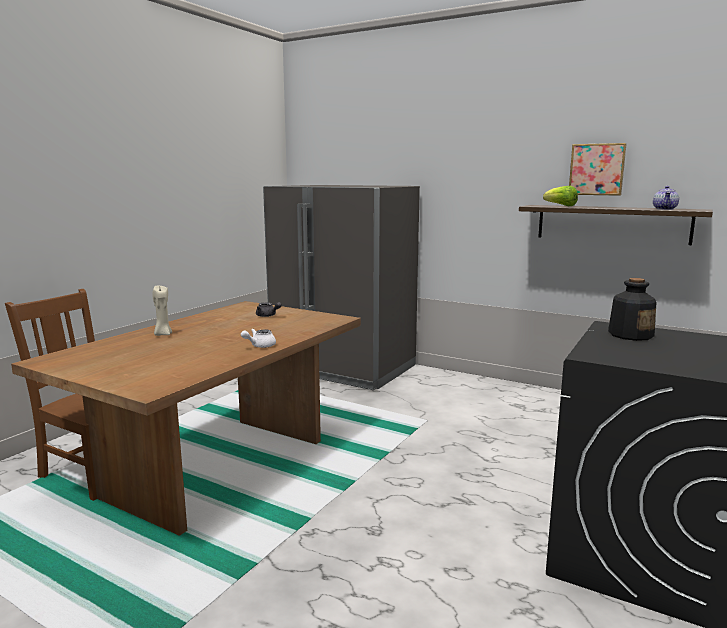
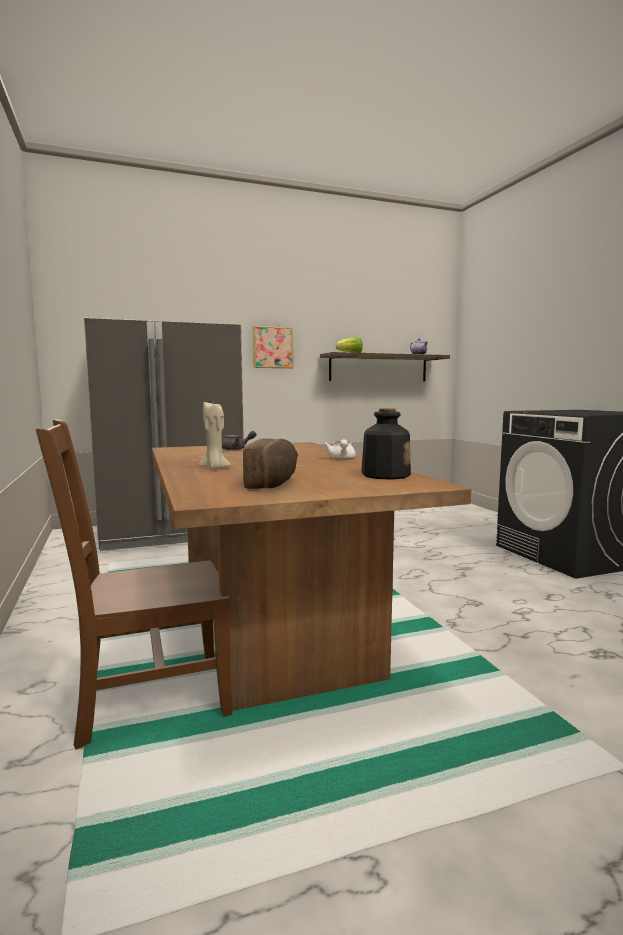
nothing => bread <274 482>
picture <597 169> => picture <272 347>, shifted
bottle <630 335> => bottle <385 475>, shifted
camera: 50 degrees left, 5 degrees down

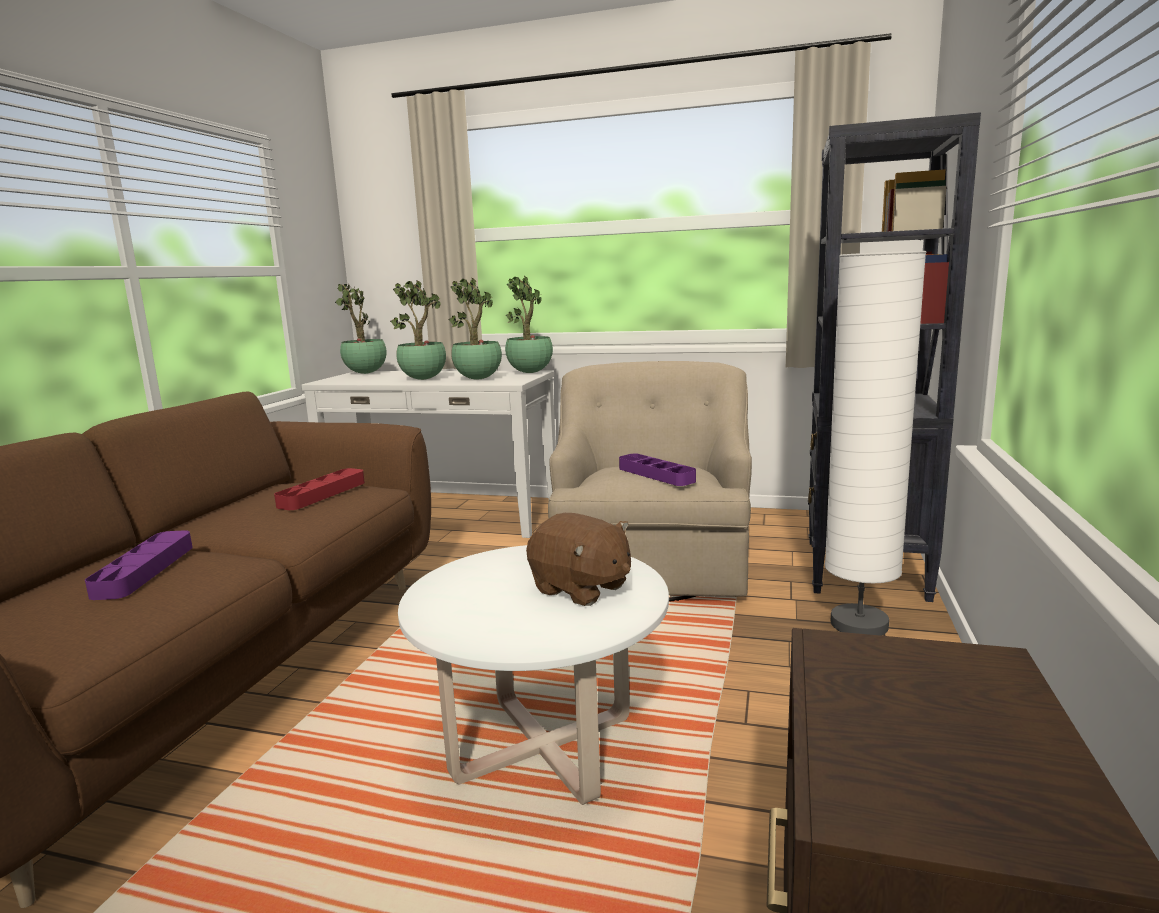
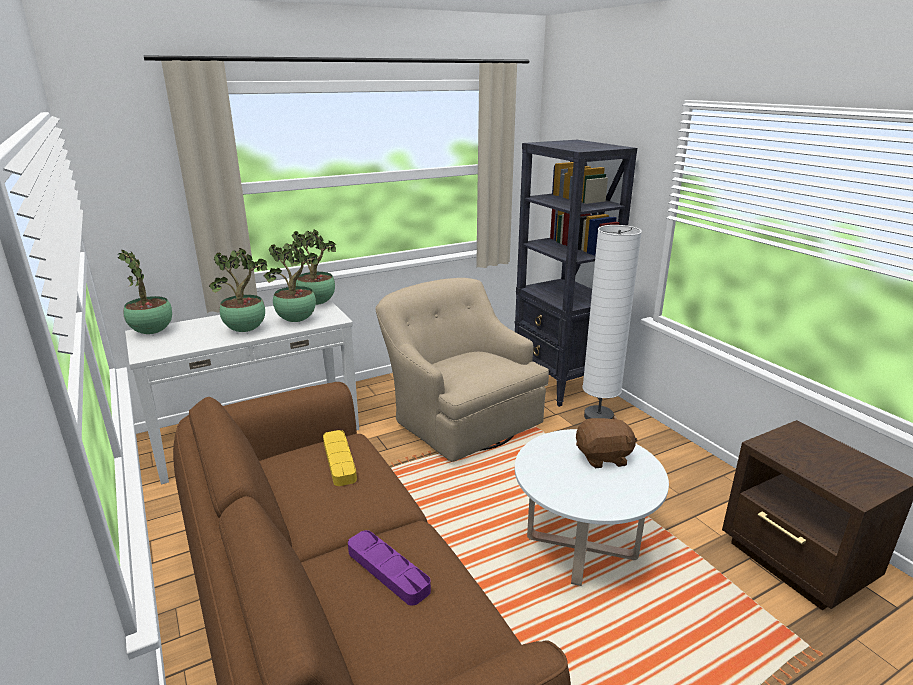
tray (purple) <656 474> => nothing
tray (red) <322 494> => tray (yellow) <339 461>
camera: 45 degrees left, 10 degrees up

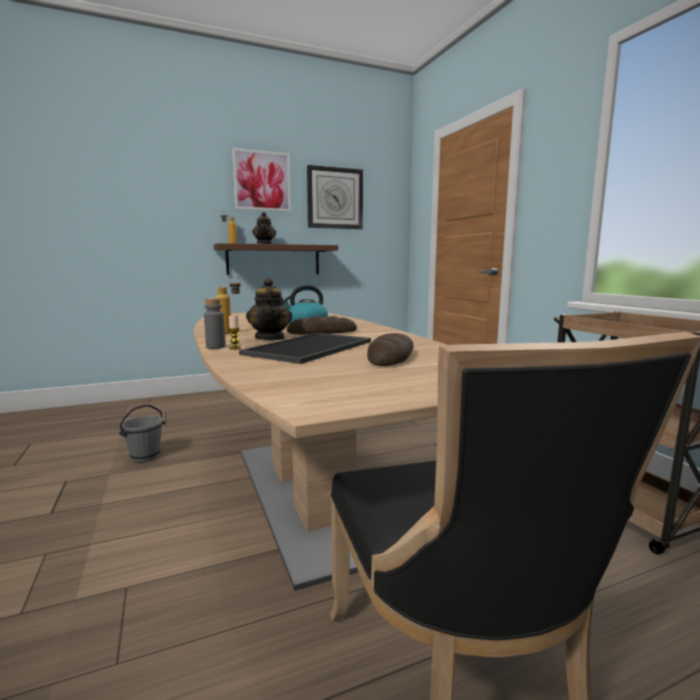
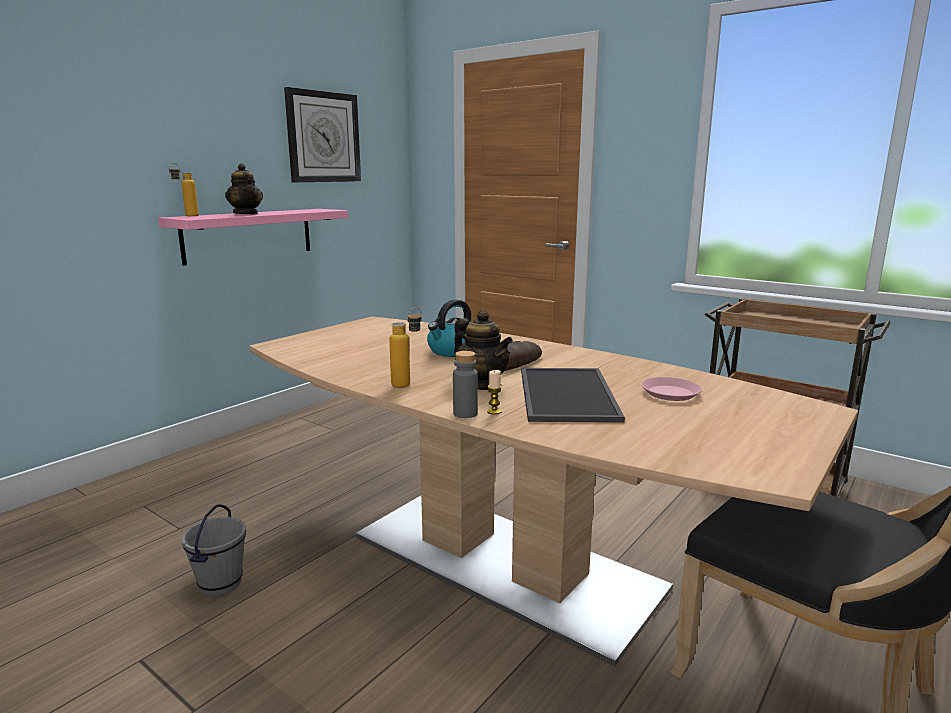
picture <262 181> => nothing
bread <390 356> => plate (pink) <670 393>
shelf (brown) <273 260> => shelf (pink) <249 235>
camera: 30 degrees left, 5 degrees up

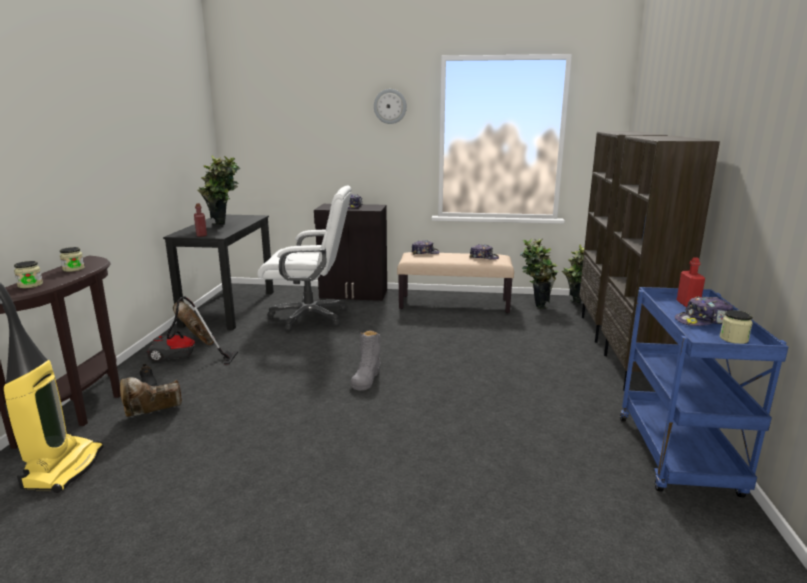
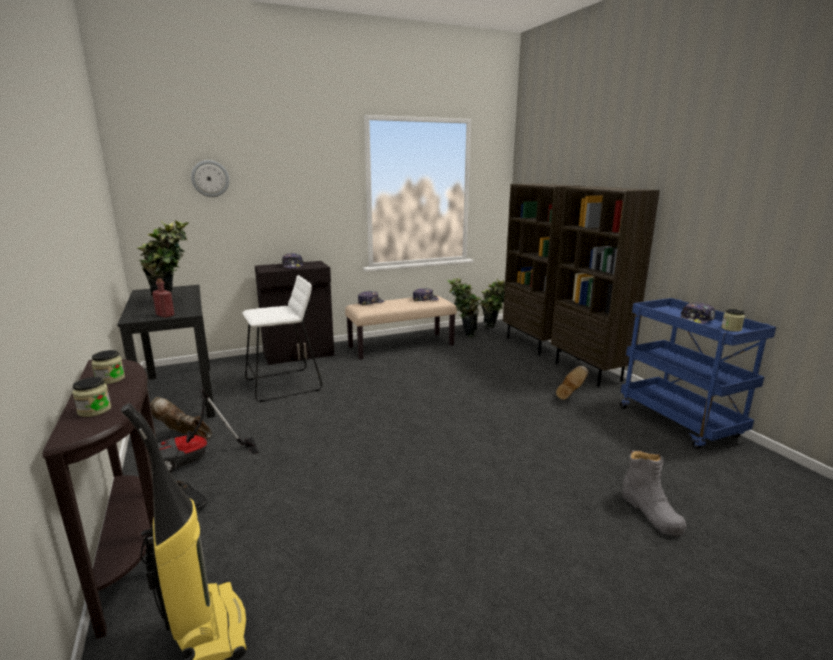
bottle (red) <687 304> => nothing
boot (brown) <152 415> => boot (brown) <570 396>, shifted
boot (grey) <366 377> => boot (grey) <651 512>, shifted
wall clock <390 106> => wall clock <210 178>, shifted
office chair (white) <310 317> => stool (white) <283 385>
camera: 30 degrees left, 0 degrees up

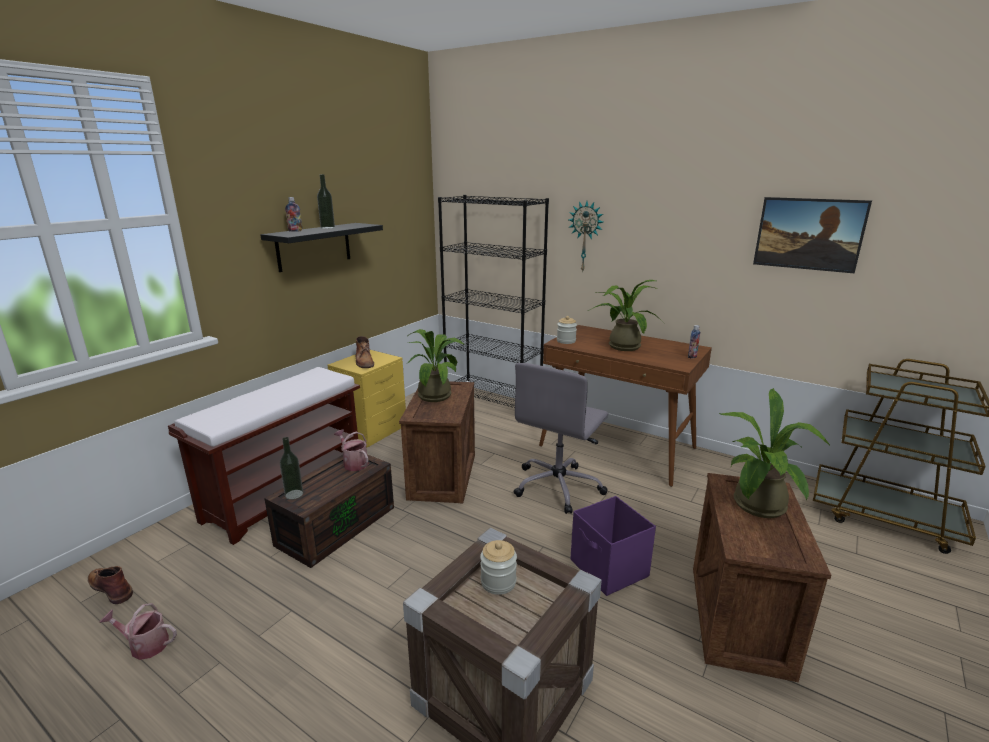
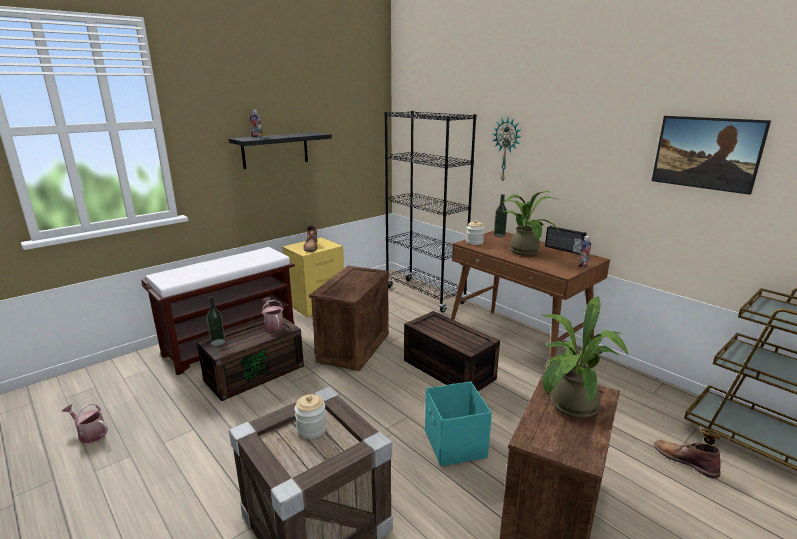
potted plant <437 394> => nothing
nothing => radio <563 249>
boot (brown) <111 587> => boot (brown) <684 460>, shifted
bottle <327 227> => bottle <499 235>, shifted
office chair (grey) <558 486> => storage box (brown) <446 369>
storage box (purple) <609 569> => storage box (turquoise) <455 445>
camera: 15 degrees right, 0 degrees up

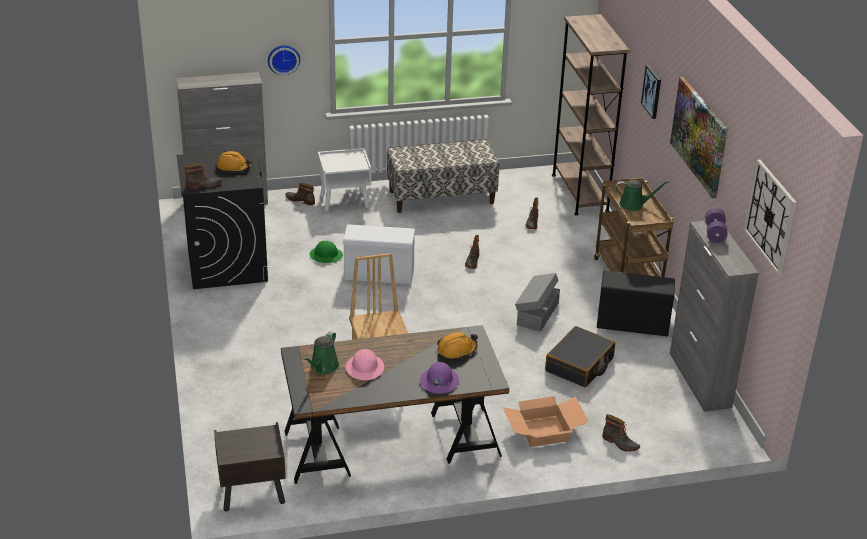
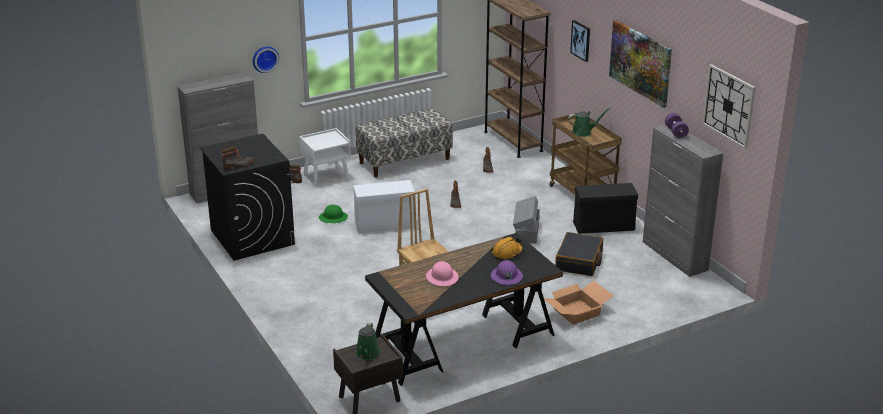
hard hat (orange) <233 167> => nothing
boot <620 443> => nothing
watering can (green) <323 367> => watering can (green) <367 354>, shifted
camera: 15 degrees left, 5 degrees down

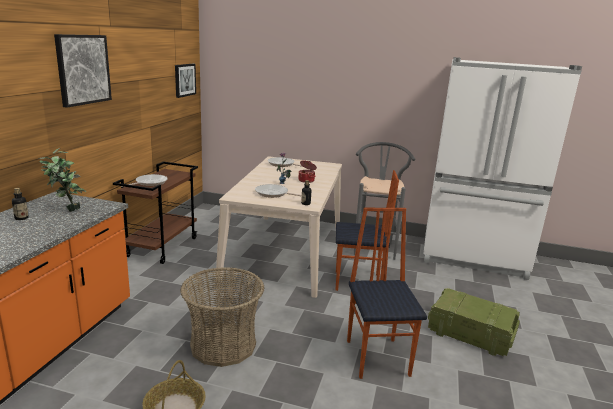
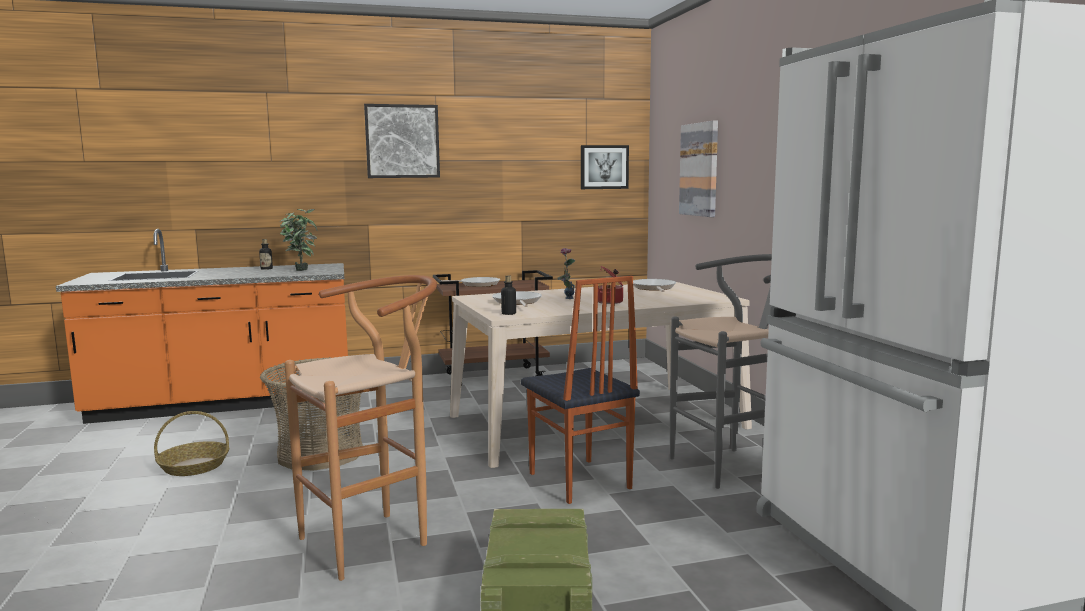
nothing => picture <700 169>
chair <378 357> => stool (brown) <376 539>
camera: 60 degrees right, 10 degrees down

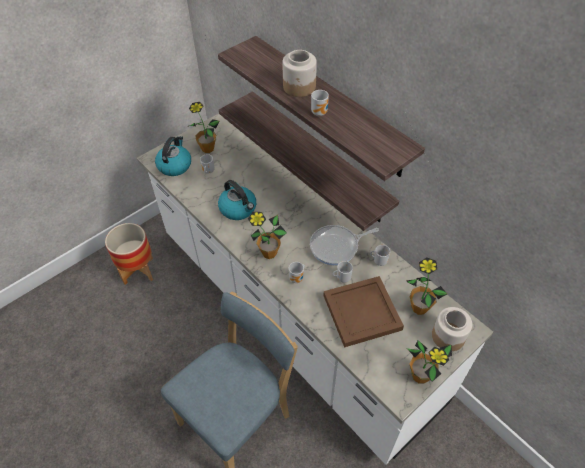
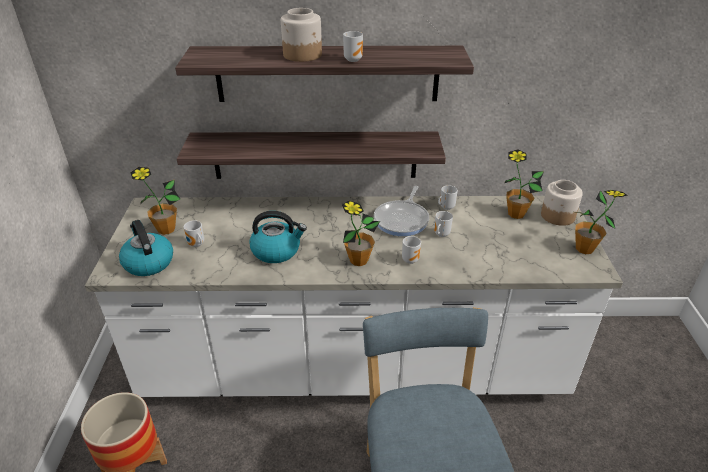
tray (brown) <360 312> => nothing
camera: 50 degrees left, 15 degrees down

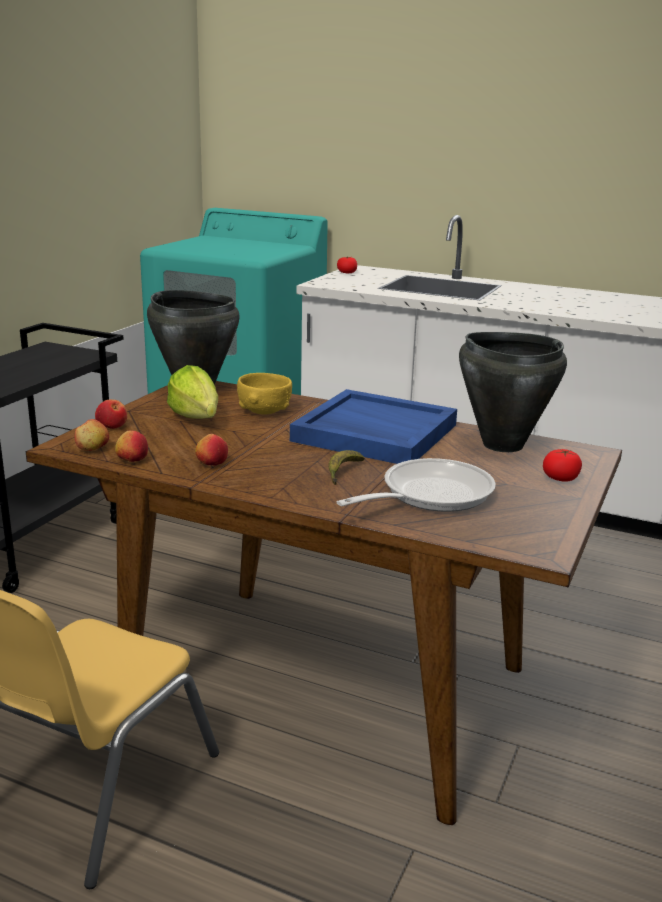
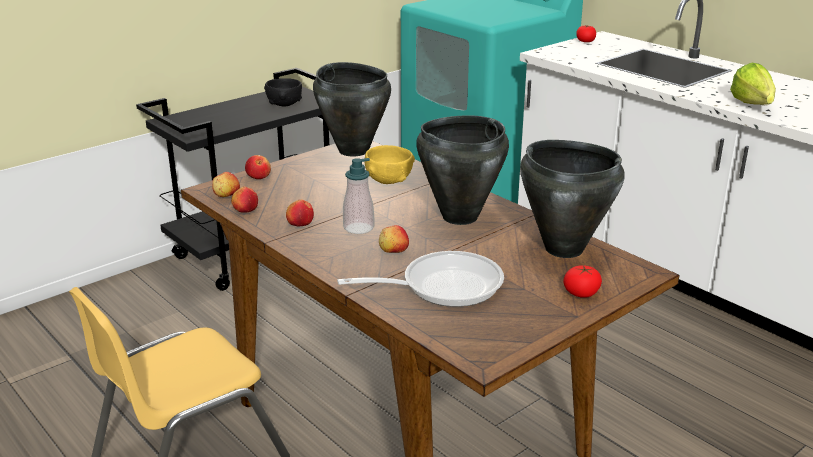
nothing => bowl (black) <284 104>
nothing => soap dispenser <358 228>
lettuce <197 421> => lettuce <753 107>, shifted
tray (blue) <373 433> => cooking pot (black) <459 217>
banana <342 472> => apple <393 251>
camera: 25 degrees right, 5 degrees up

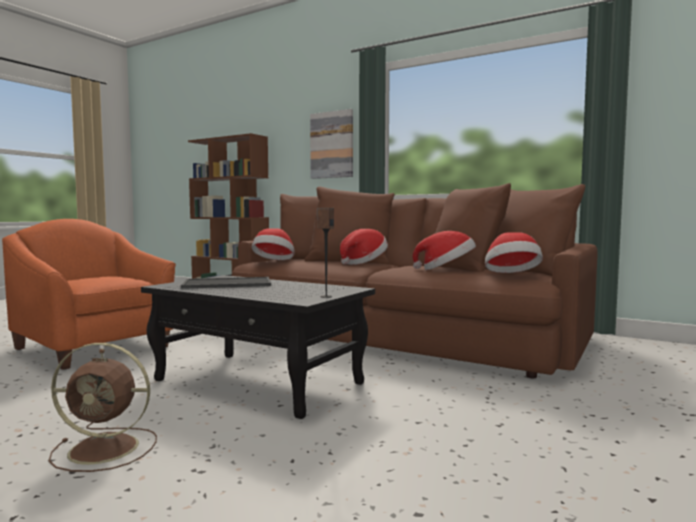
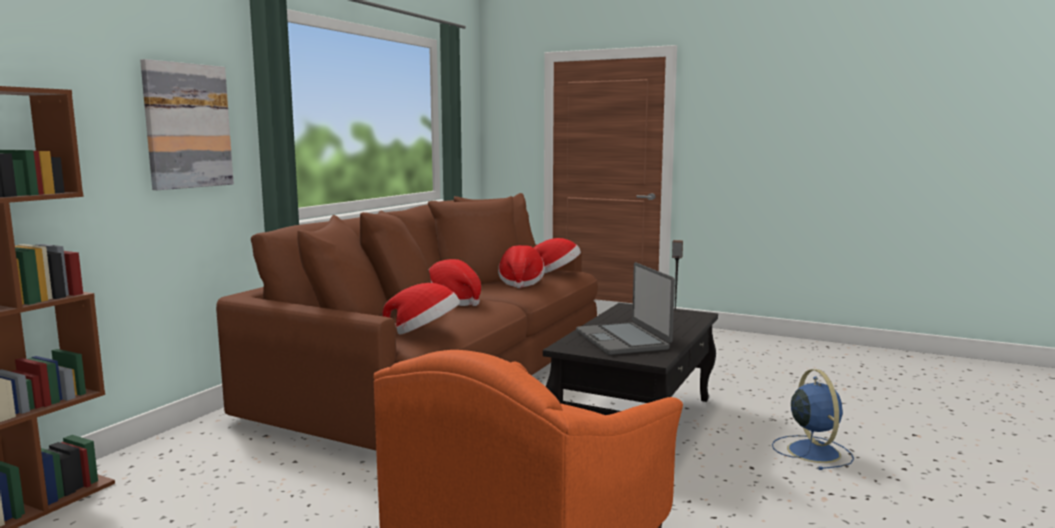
tray <226 284> => laptop <623 340>
fan (brown) <107 449> => fan (blue) <812 451>
camera: 95 degrees left, 5 degrees up

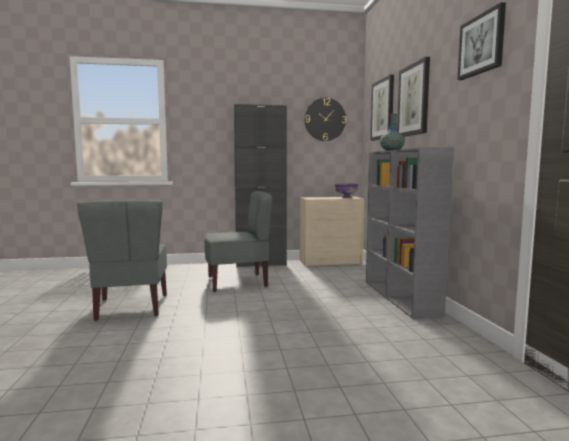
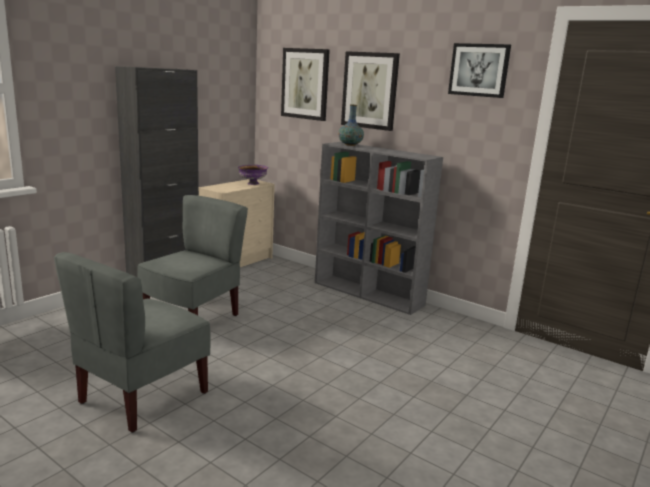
wall clock <325 119> => nothing
chair (grey) <131 307> => chair (grey) <142 397>, 90 degrees clockwise
camera: 45 degrees left, 10 degrees up

